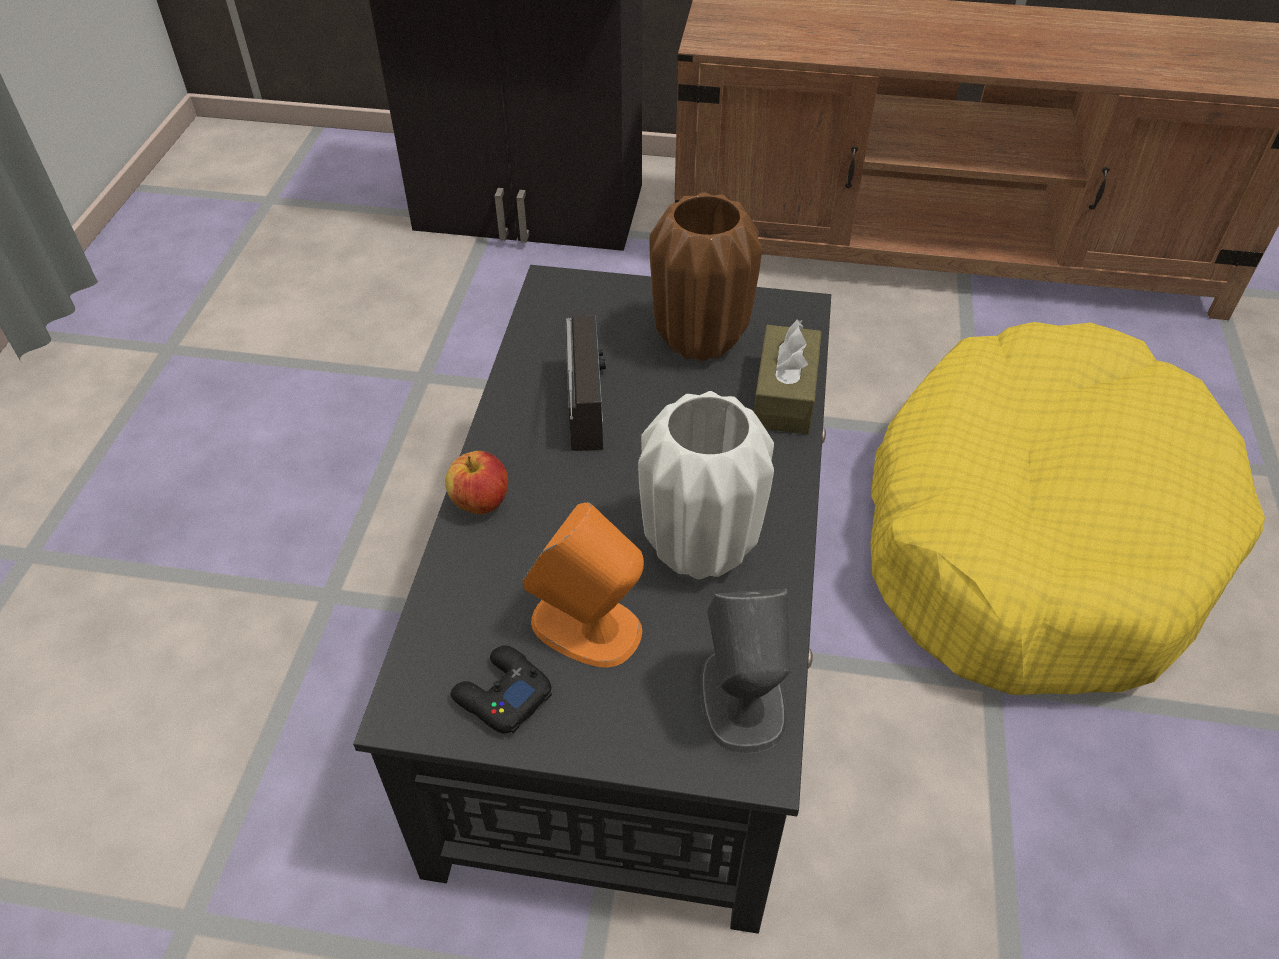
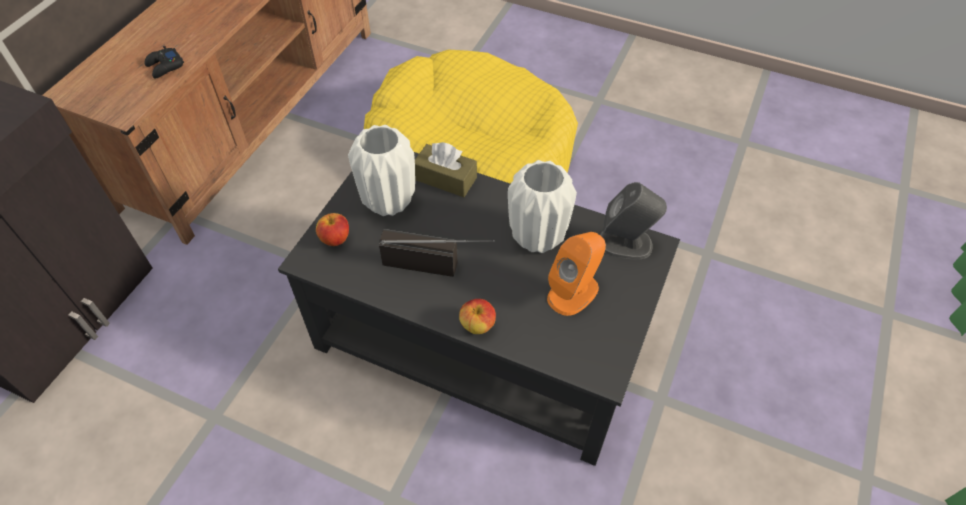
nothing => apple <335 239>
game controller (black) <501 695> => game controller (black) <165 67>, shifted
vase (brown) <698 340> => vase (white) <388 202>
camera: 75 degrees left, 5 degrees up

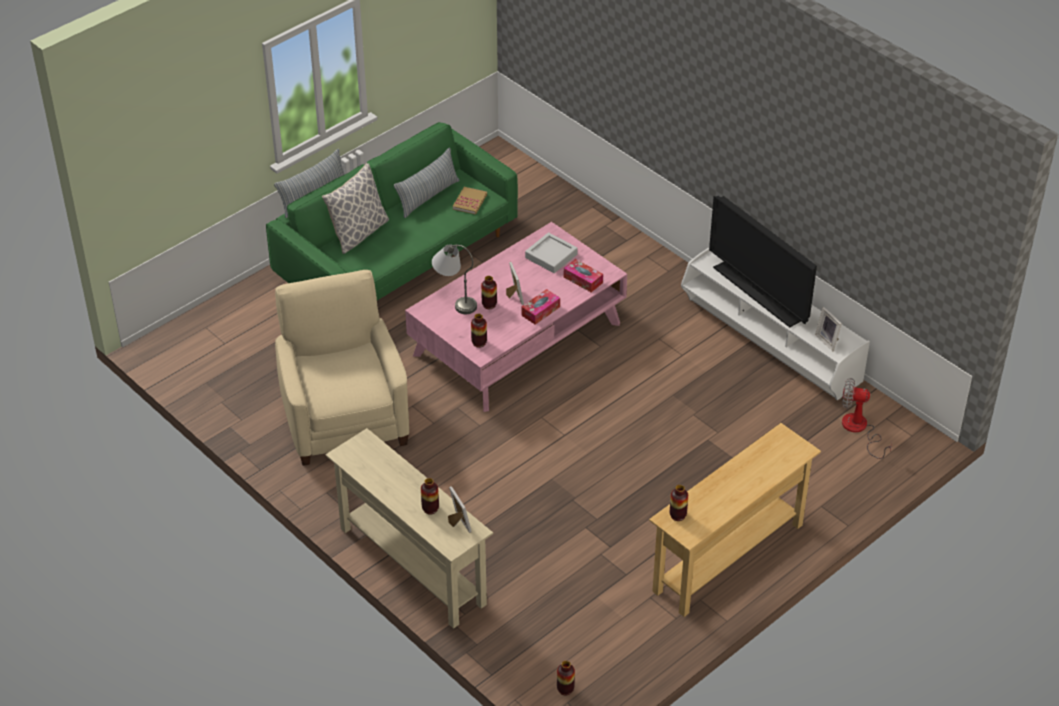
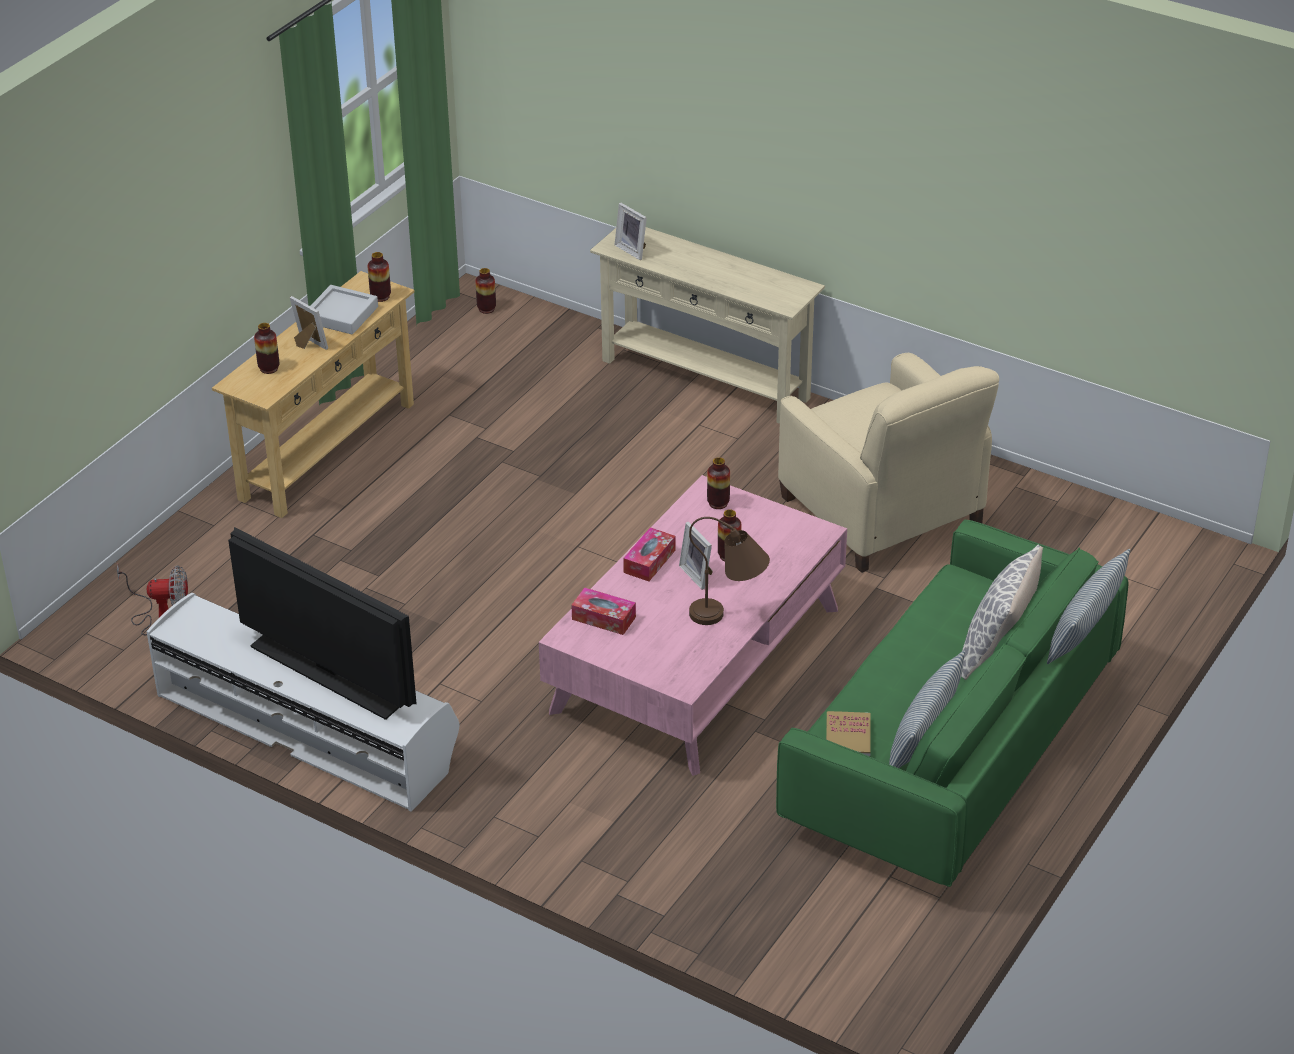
table lamp (grey) <455 299> => nothing
nothing => table lamp (brown) <730 616>
vase <430 509> => vase <269 368>, shifted
tray (grey) <551 256> => tray (grey) <342 315>, shifted
picture frame <828 341> => picture frame <308 345>, shifted
camera: 165 degrees right, 5 degrees down

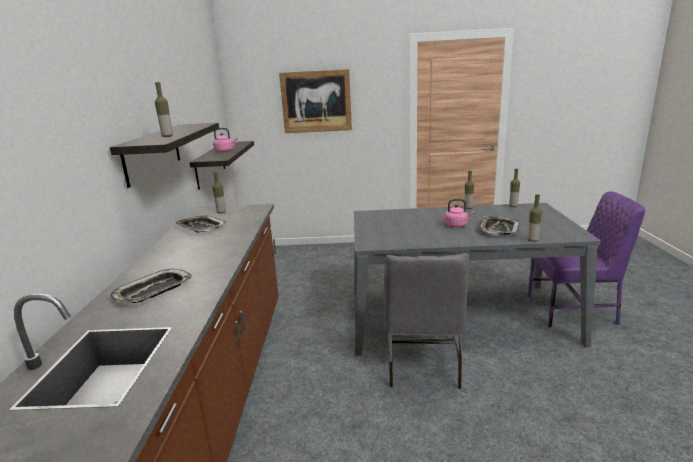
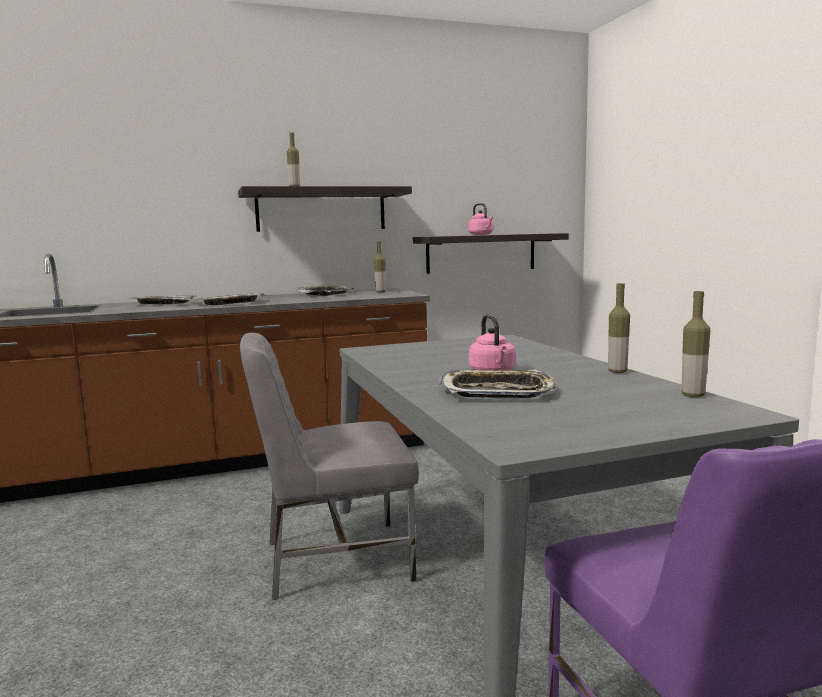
picture <316 101> => nothing
bottle <532 240> => nothing
nothing => tray <231 303>
camera: 70 degrees right, 10 degrees down

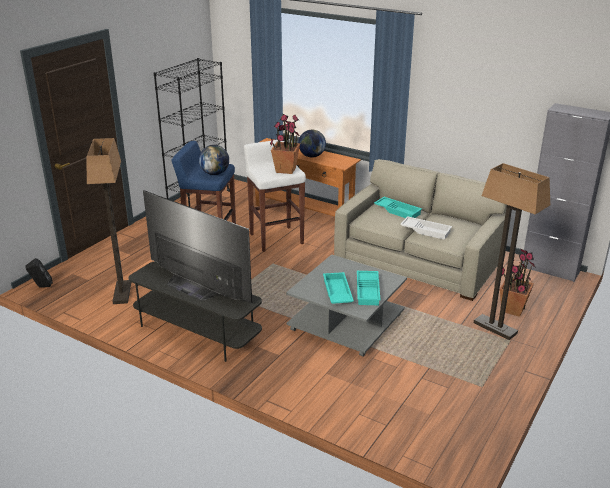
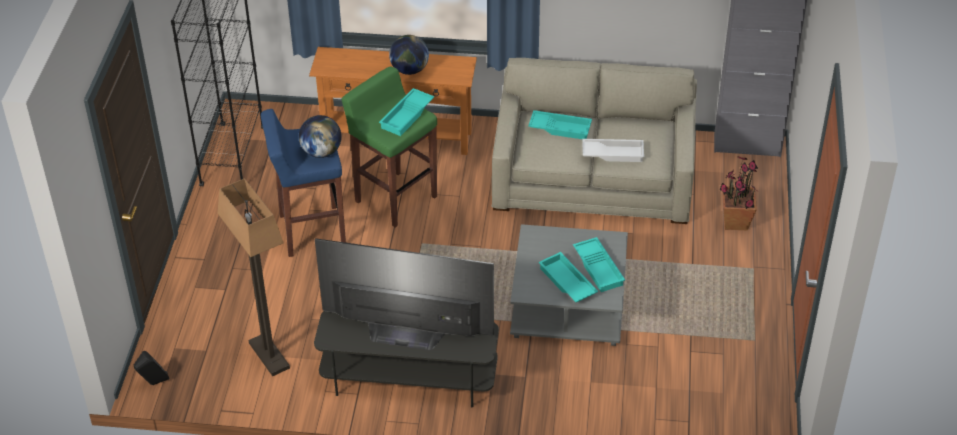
floor lamp <495 328> => nothing
potted plant <285 170> => tray (turquoise) <407 116>
stool (white) <276 238> => stool (green) <395 198>
camera: 25 degrees left, 15 degrees up

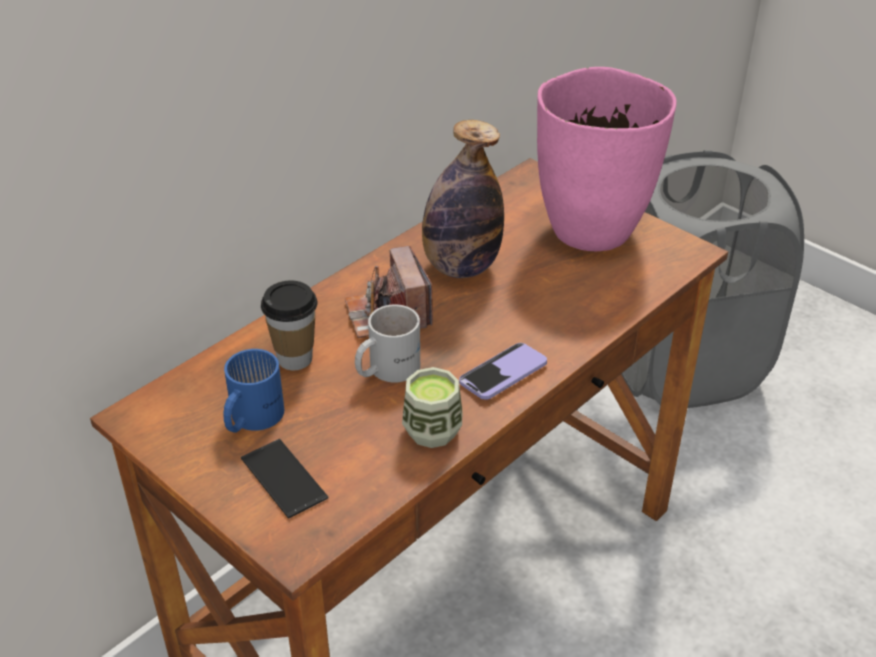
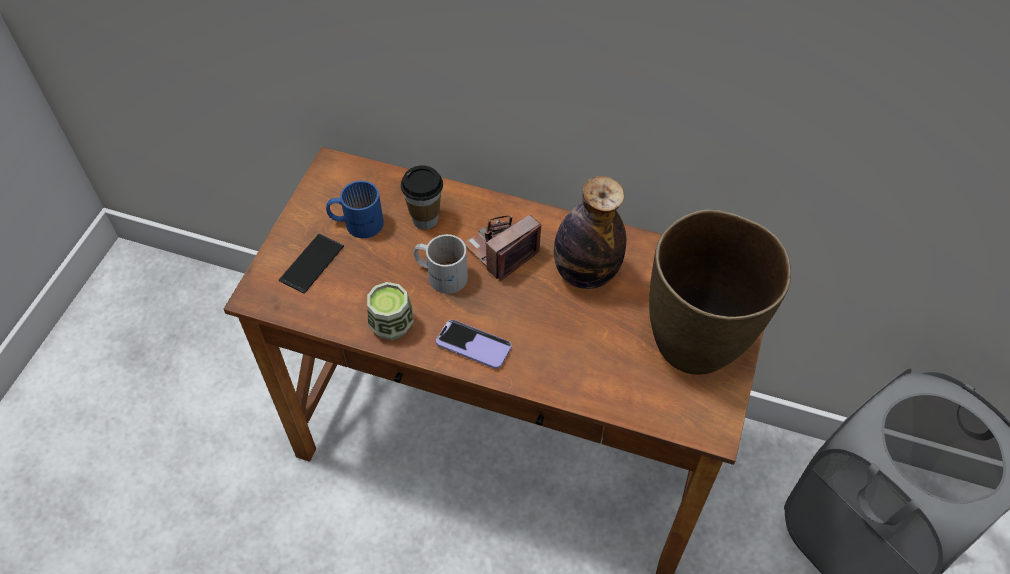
vase (pink) <591 229> => vase (brown) <696 344>
camera: 65 degrees right, 15 degrees up

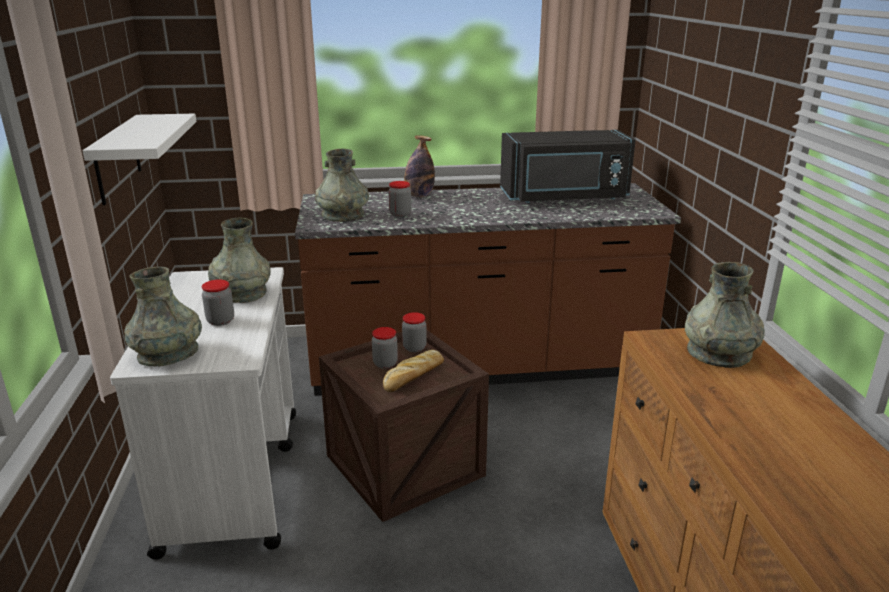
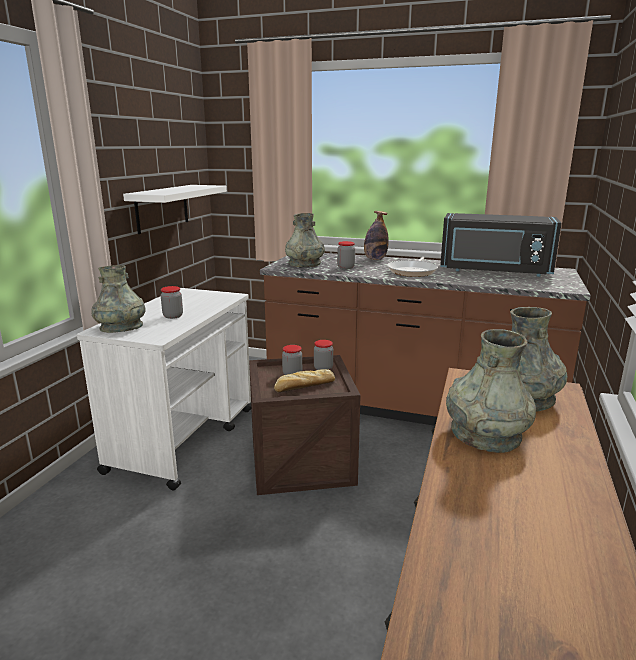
nothing => frying pan <413 271>
vase (grey) <242 293> => vase (grey) <485 434>, shifted
camera: 25 degrees right, 5 degrees down

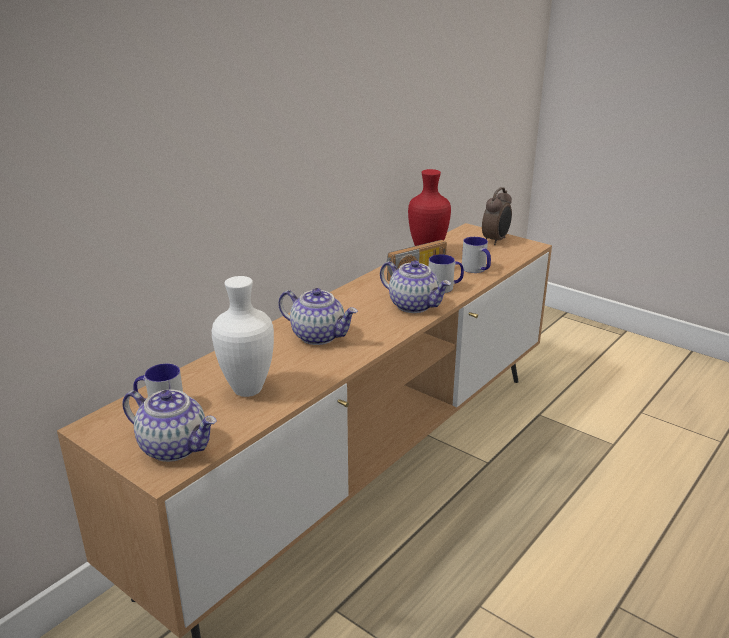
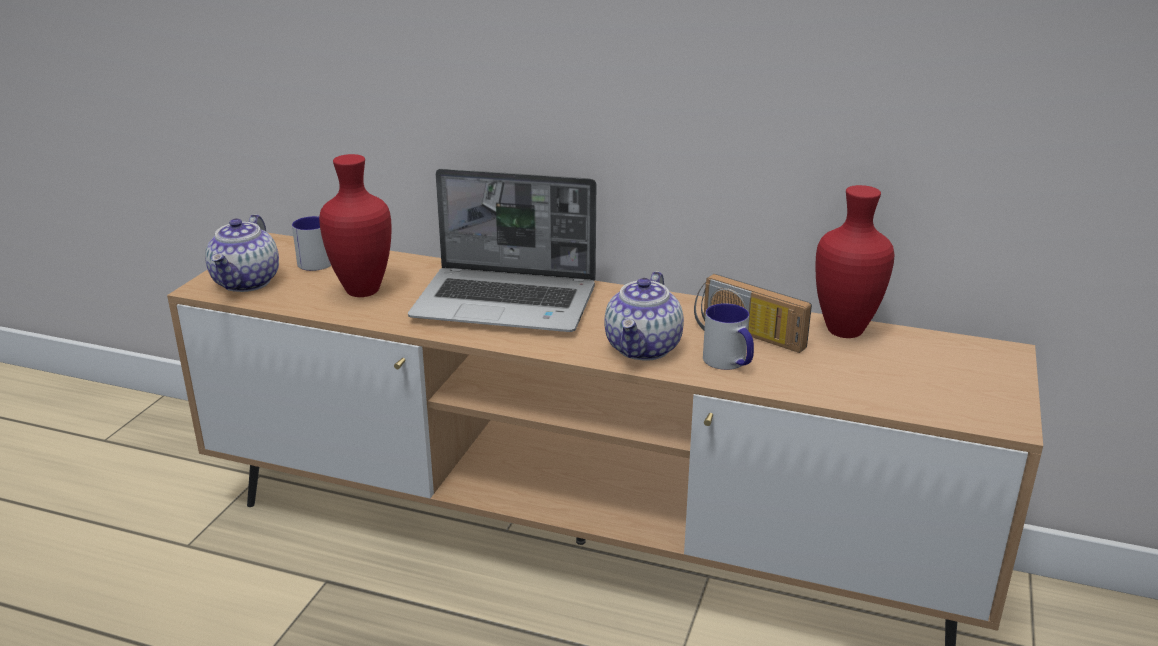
mug <476 270> => nothing
alarm clock <496 240> => nothing
teapot <319 336> => laptop <508 303>
vase (white) <250 389> => vase (red) <363 292>
camera: 70 degrees right, 0 degrees up

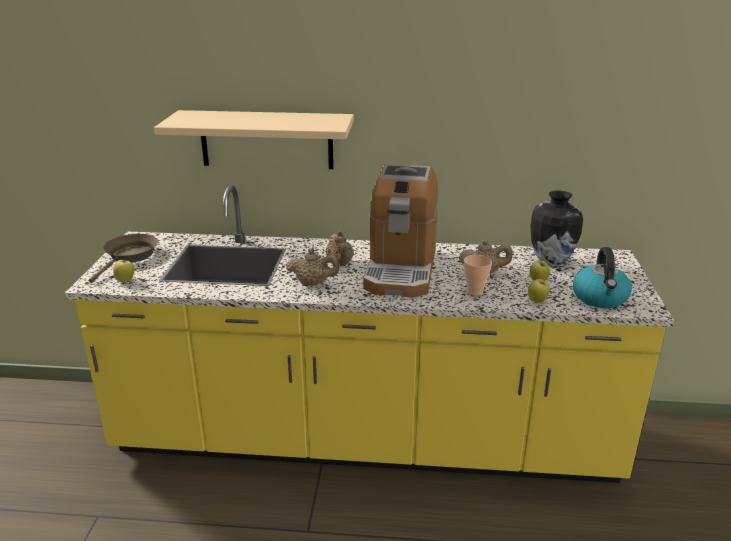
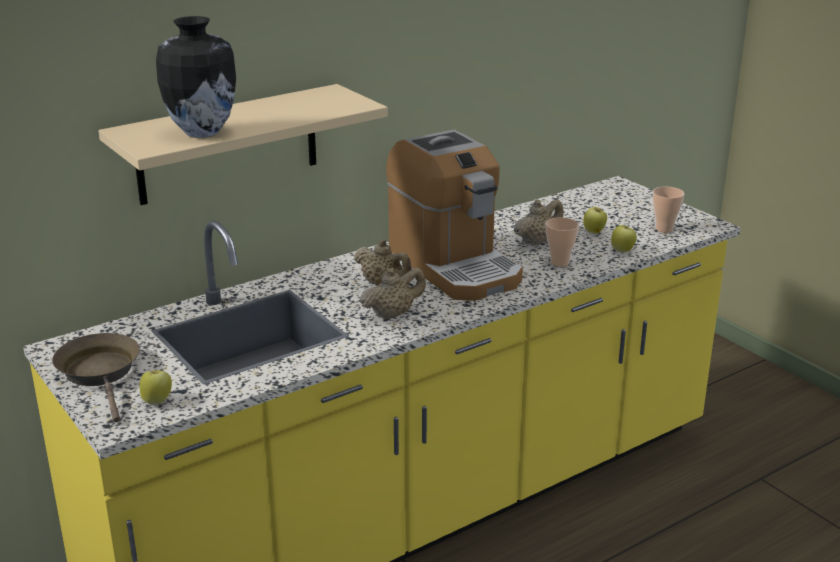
vase <550 261> => vase <201 132>, shifted
kettle <600 298> => cup <664 229>
camera: 40 degrees left, 0 degrees up

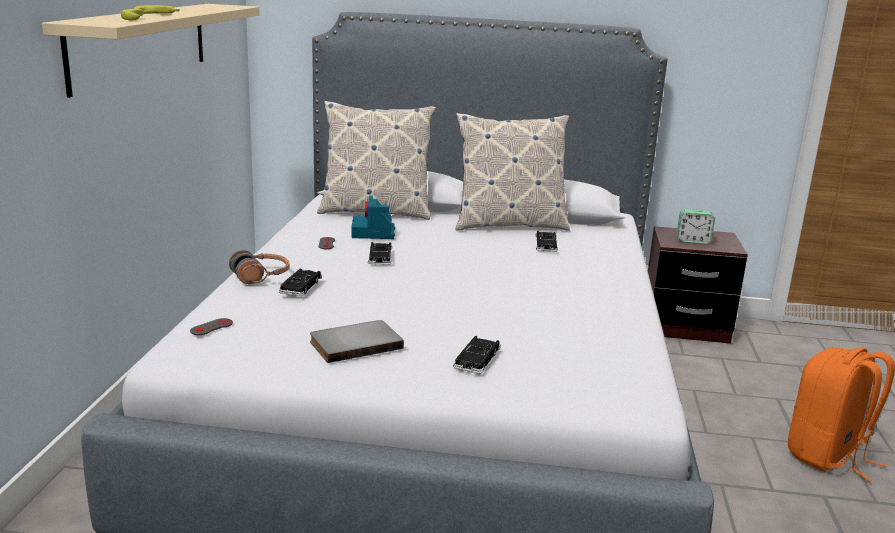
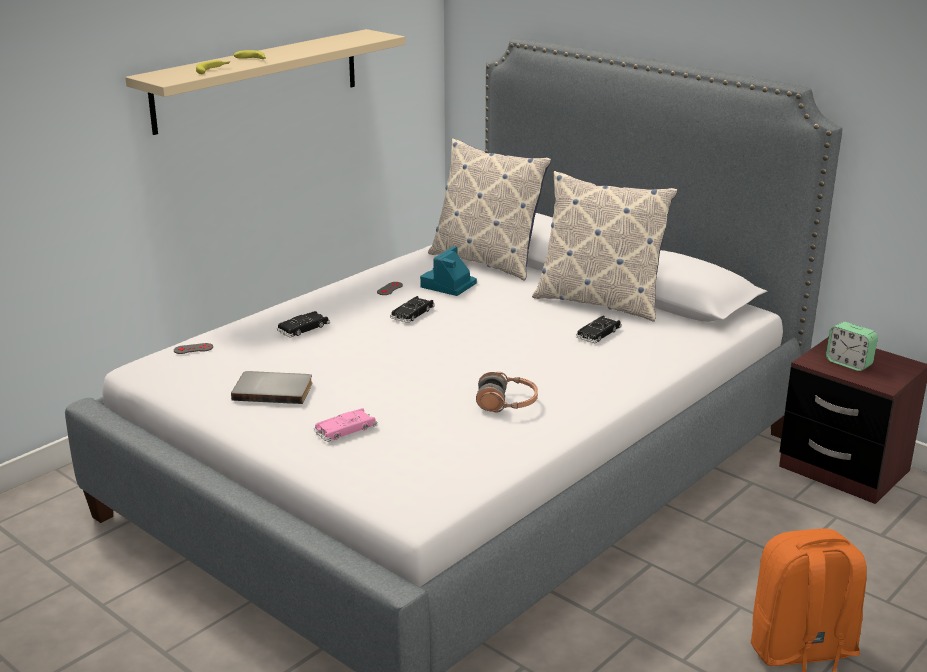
headphones <261 276> => headphones <507 404>, shifted
toy car (black) <477 360> => toy car (pink) <345 430>
camera: 35 degrees right, 5 degrees up

